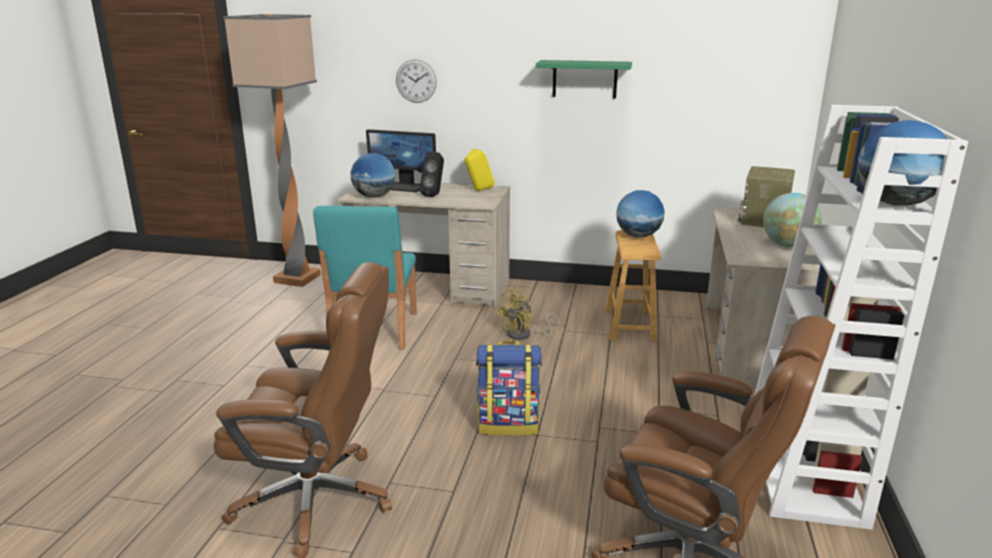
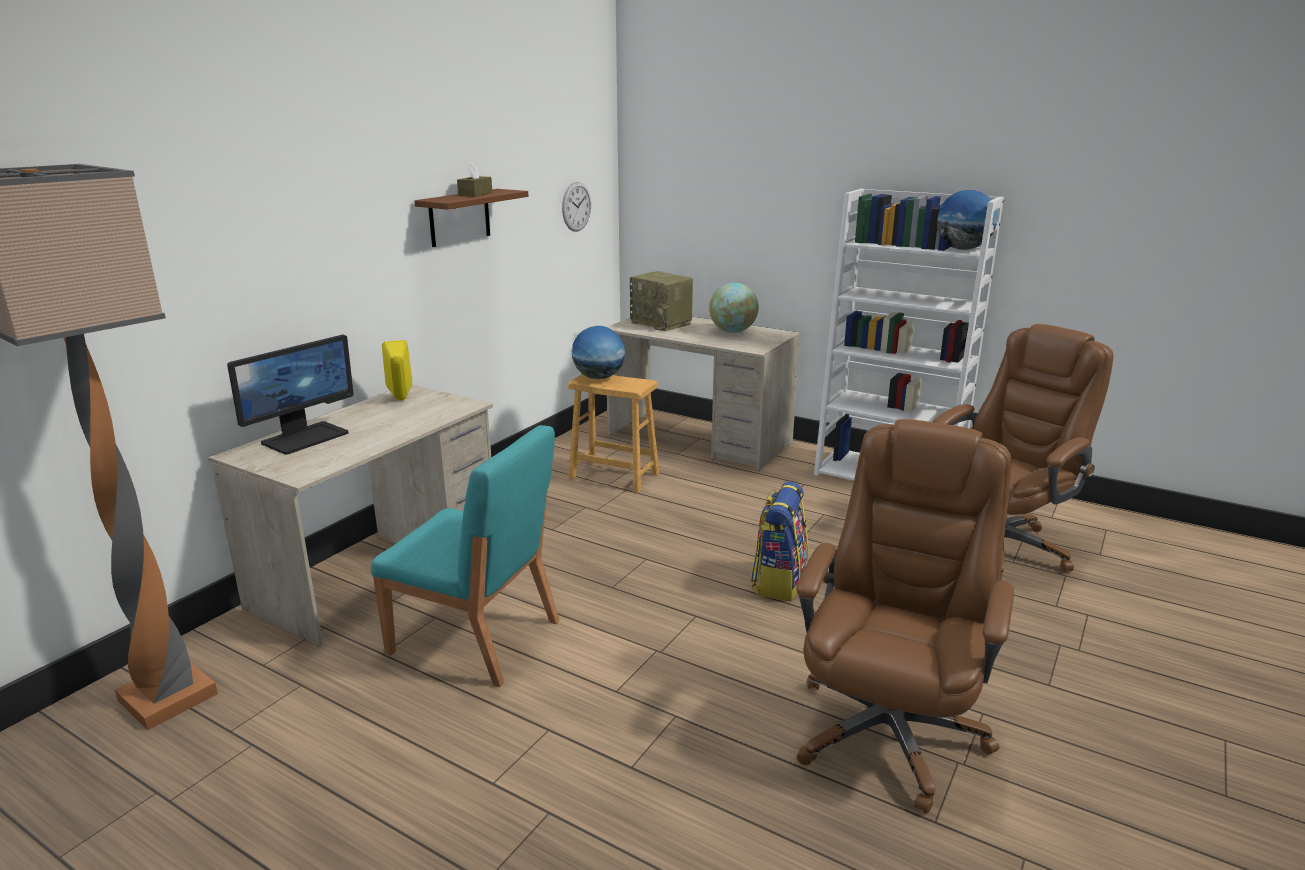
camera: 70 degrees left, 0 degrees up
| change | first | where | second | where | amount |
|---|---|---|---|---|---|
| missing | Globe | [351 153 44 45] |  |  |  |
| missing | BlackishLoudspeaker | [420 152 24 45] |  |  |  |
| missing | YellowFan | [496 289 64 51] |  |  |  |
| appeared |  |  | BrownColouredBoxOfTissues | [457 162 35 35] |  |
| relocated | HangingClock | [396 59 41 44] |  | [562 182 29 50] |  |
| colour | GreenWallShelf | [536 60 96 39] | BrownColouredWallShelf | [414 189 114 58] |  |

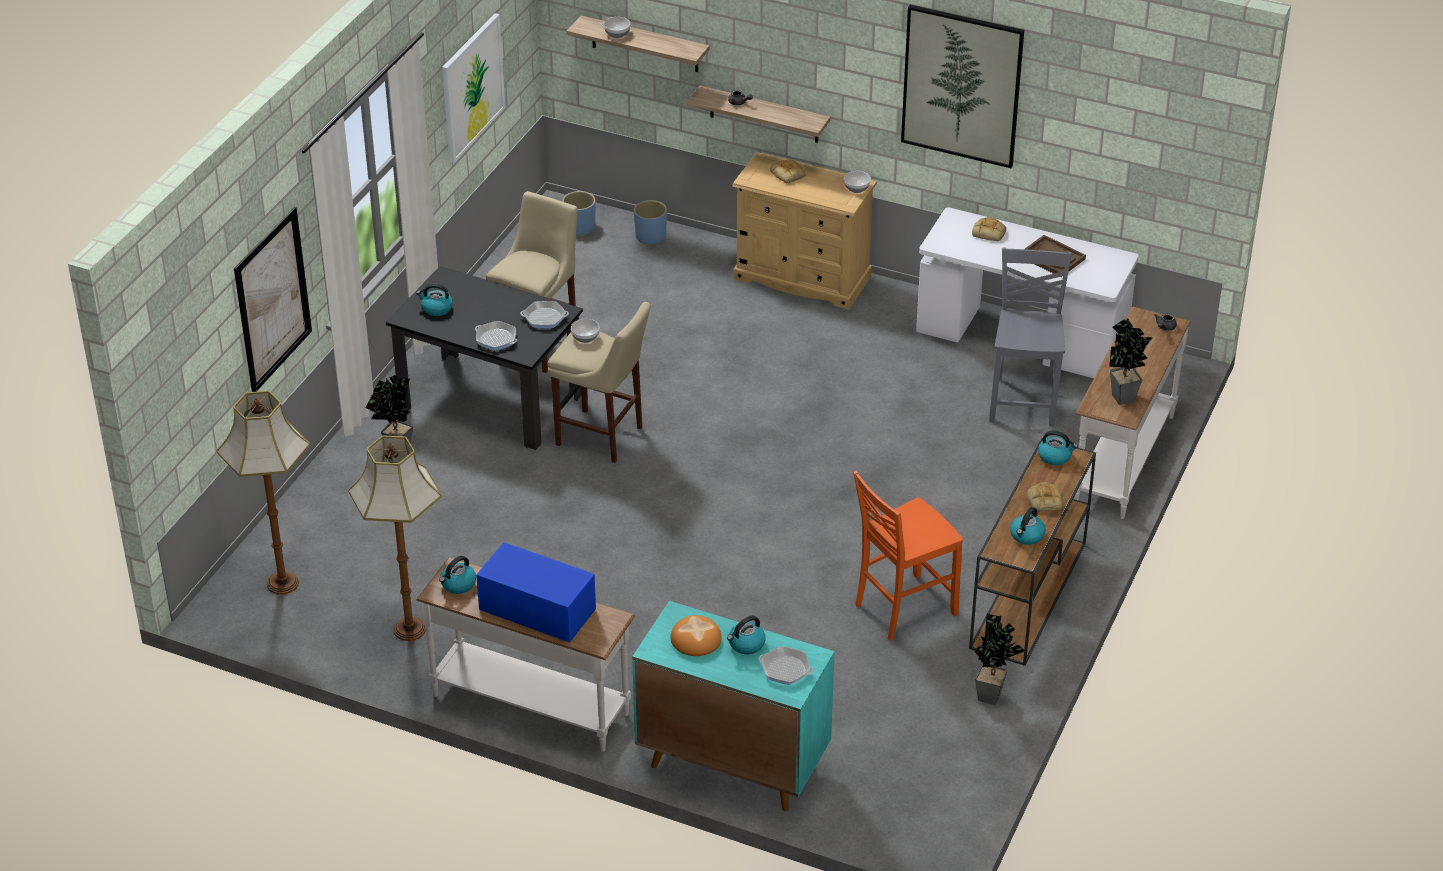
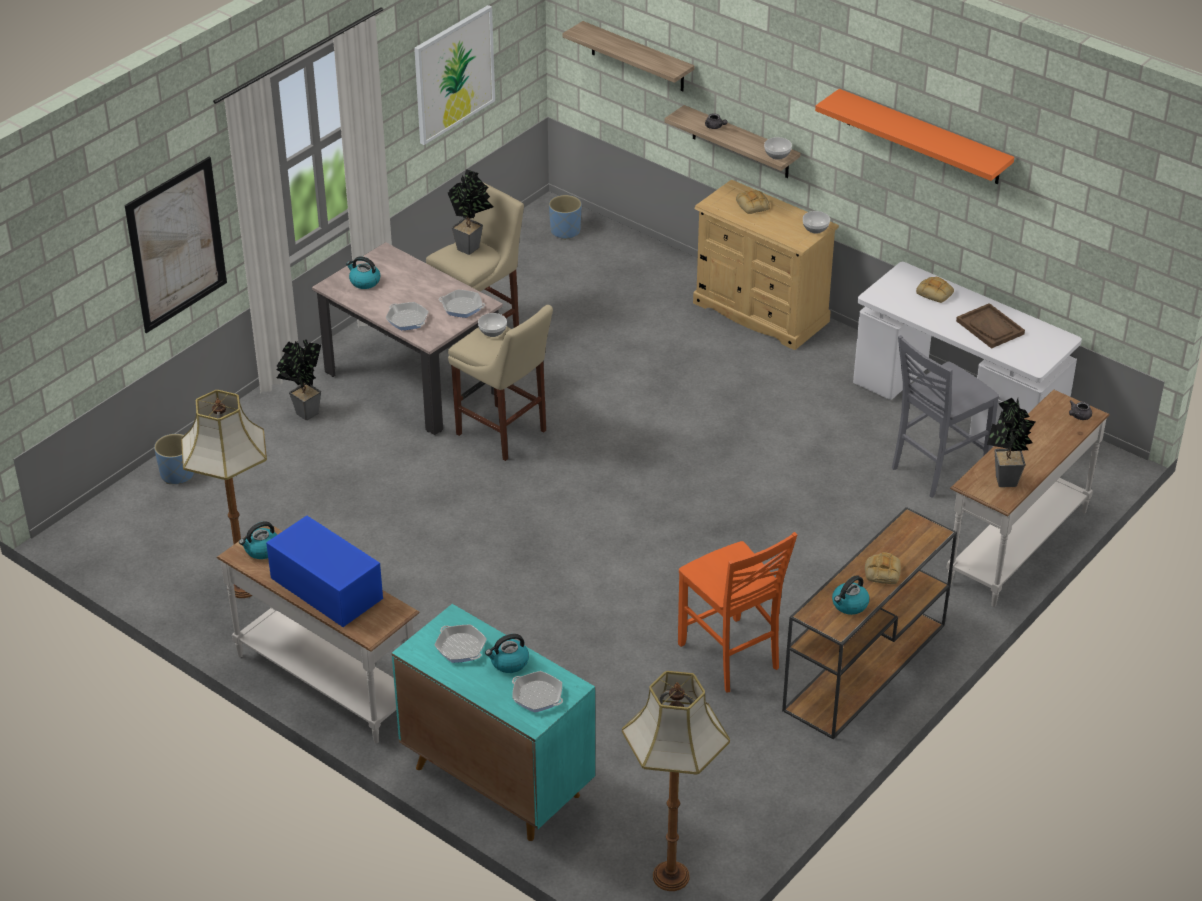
camera: 15 degrees right, 0 degrees up
| change | first | where | second | where | amount |
|---|---|---|---|---|---|
| missing | WaterKettle | [1038 431 40 34] |  |  |  |
| relocated | StandingLamp | [217 391 93 204] |  | [622 671 108 220] |  |
| relocated | Bowl | [604 17 27 21] |  | [764 137 28 23] |  |
| relocated | BluePlanter | [634 200 33 46] |  | [154 434 40 50] |  |
| relocated | Houseplant | [975 614 50 91] |  | [448 169 46 86] |  |
| exchanged | Bread | [670 615 52 41] | Skillet | [434 624 53 39] |  |
| exchanged | WallPicture | [901 5 123 163] | OrangeColouredWallShelf | [815 89 199 95] |  |
| colour | BlackishDiningTable | [386 266 197 184] | BeigeColouredDiningTable | [312 242 191 193] |  |
| spun | OrangeColouredUprightChair | [853 471 110 170] |  | [678 532 120 161] | 105 degrees counterclockwise |
| spun | GreyUprightChair | [989 247 83 179] |  | [892 335 107 163] | 150 degrees counterclockwise |

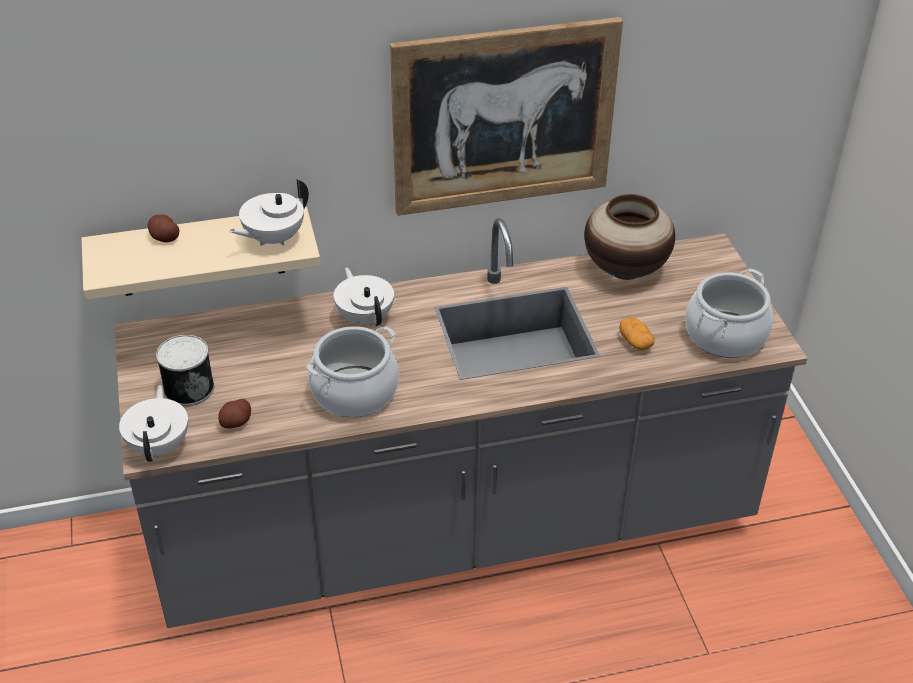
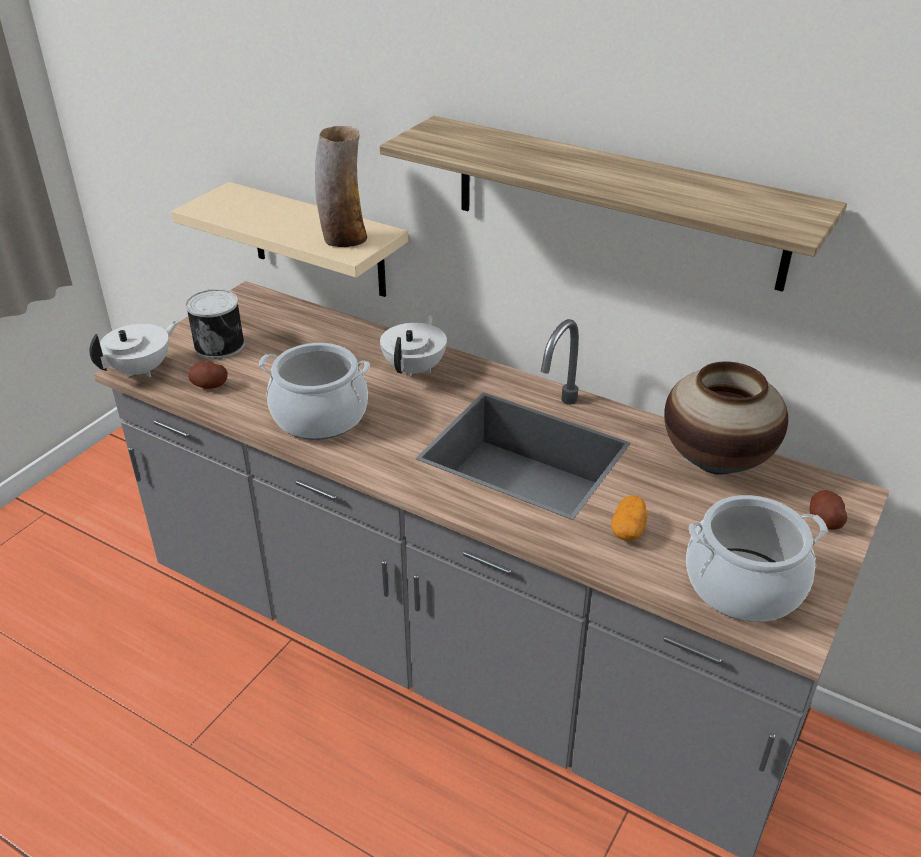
camera: 45 degrees right, 5 degrees down
| change | first | where | second | where | amount |
|---|---|---|---|---|---|
| relocated | Potato | [148 215 31 27] |  | [809 490 38 40] |  |
| exchanged | WhitishTeaPot | [229 179 80 67] | FlowerVase | [315 126 52 121] |  |
| exchanged | WallPicture | [390 17 233 199] | WallShelf | [380 116 467 176] |  |

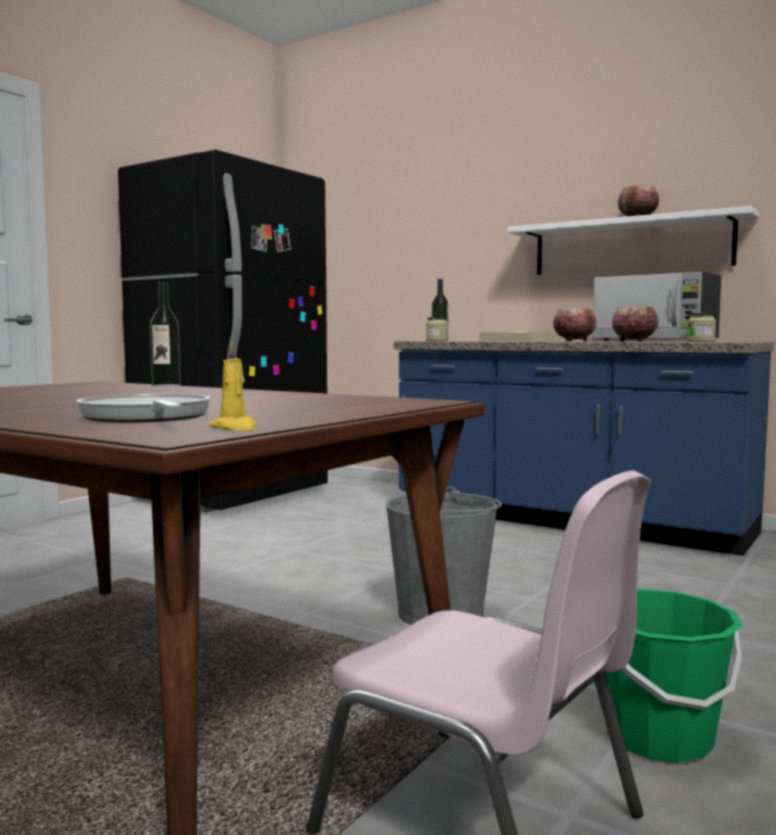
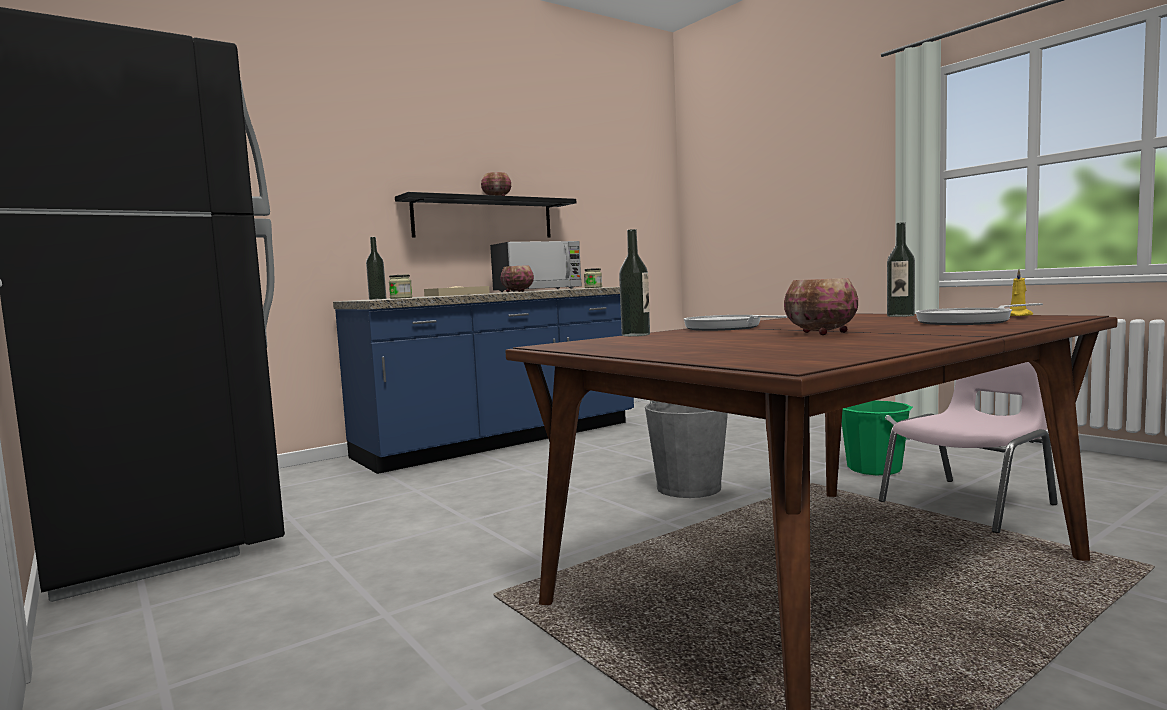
camera: 70 degrees left, 0 degrees up
| change | first | where | second | where | amount |
|---|---|---|---|---|---|
| appeared |  |  | Skillet | [683 315 104 16] |  |
| appeared |  |  | DrinkBottle | [887 222 28 95] |  |
| relocated | Bowl | [612 307 46 34] |  | [784 278 74 57] |  |
| colour | WhitishWallShelf | [507 206 252 69] | BlackishWallShelf | [395 192 181 46] |  |

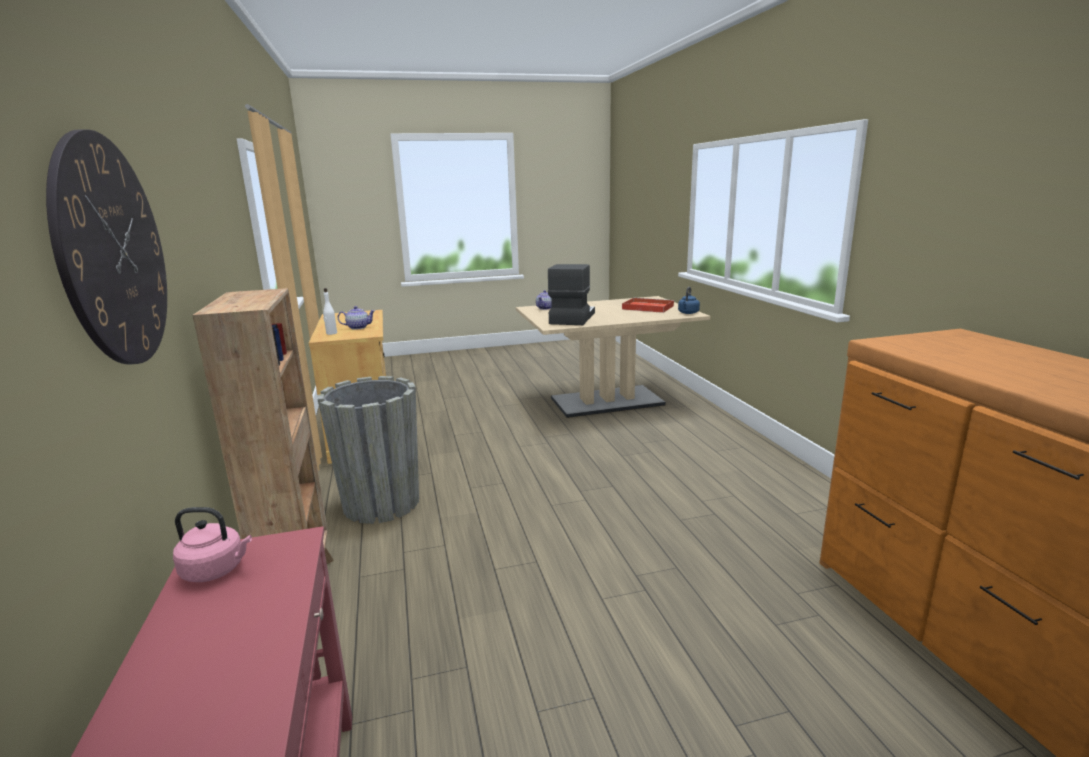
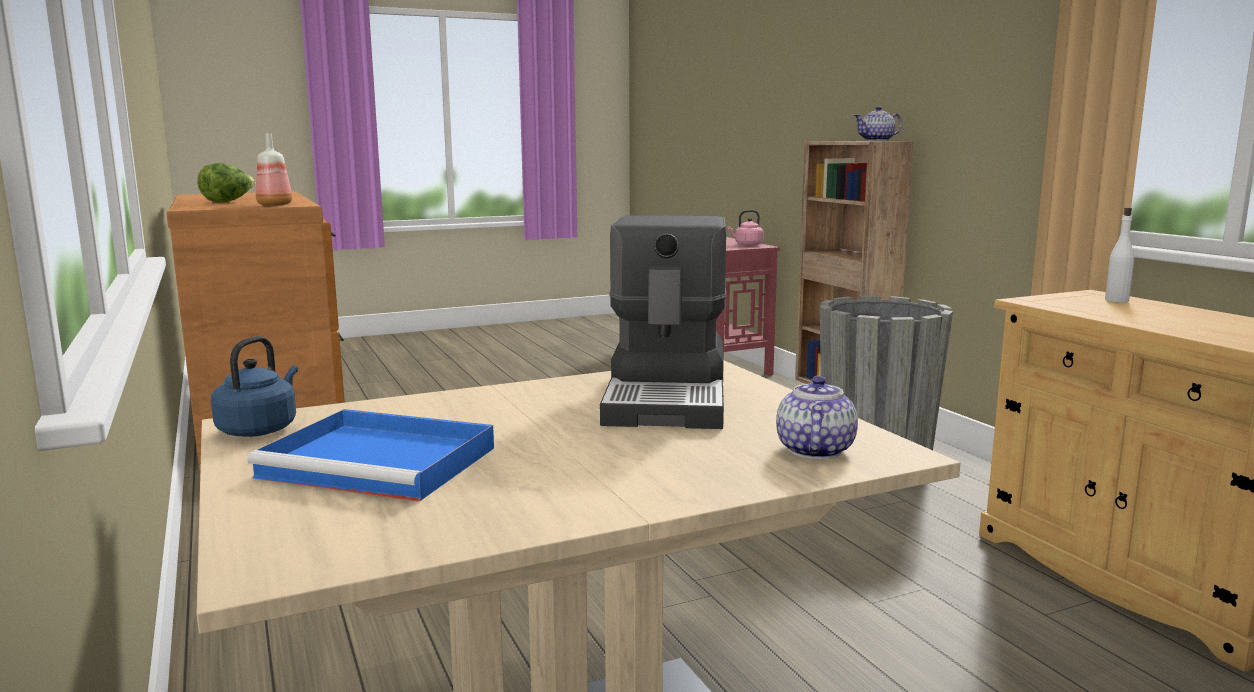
camera: 170 degrees right, 5 degrees down
| change | first | where | second | where | amount |
|---|---|---|---|---|---|
| missing | HangingClock | [46 129 121 235] |  |  |  |
| appeared |  |  | Lettuce | [197 163 58 39] |  |
| appeared |  |  | DrinkBottle | [256 133 36 73] |  |
| relocated | TeaPot | [338 306 37 24] |  | [854 107 48 34] |  |
| colour | ReddishServingTray | [622 298 52 15] | BlueServingTray | [247 409 247 93] |  |

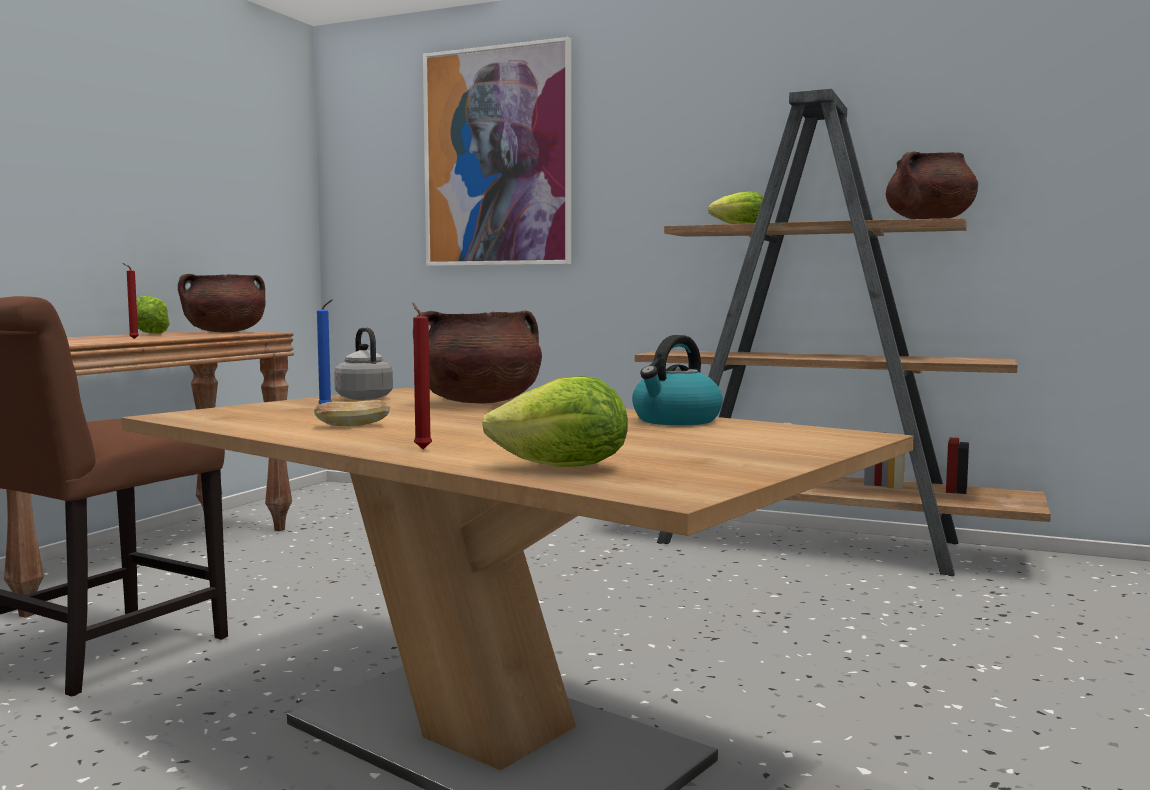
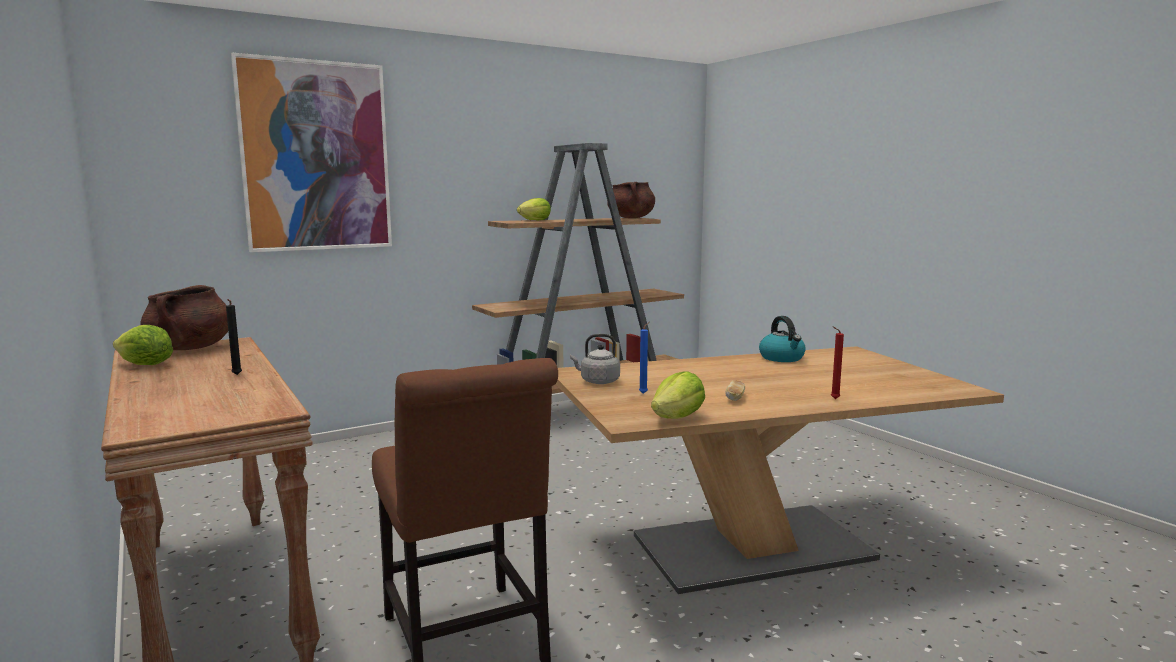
camera: 55 degrees left, 5 degrees up
| change | first | where | second | where | amount |
|---|---|---|---|---|---|
| missing | BrownColouredCookingPot | [413 310 129 94] |  |  |  |
| relocated | Lettuce | [482 376 146 91] |  | [651 371 54 48] |  |
| colour | ReddishWaxCandle | [122 263 17 76] | BlackishWaxCandle | [226 299 16 76] |  |

